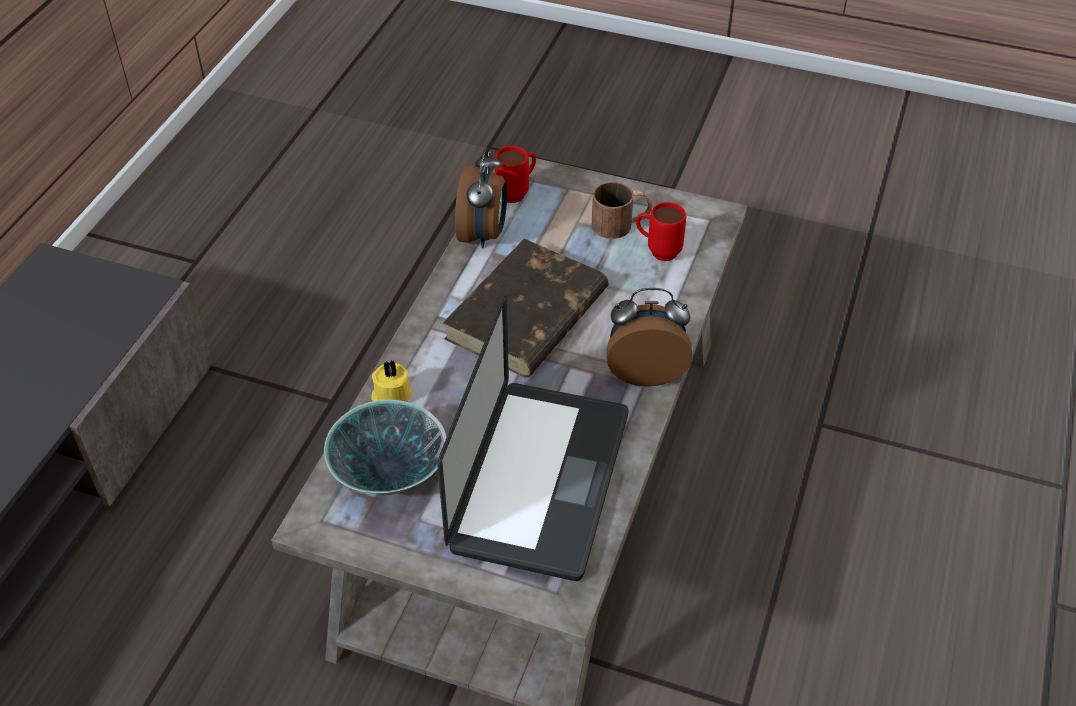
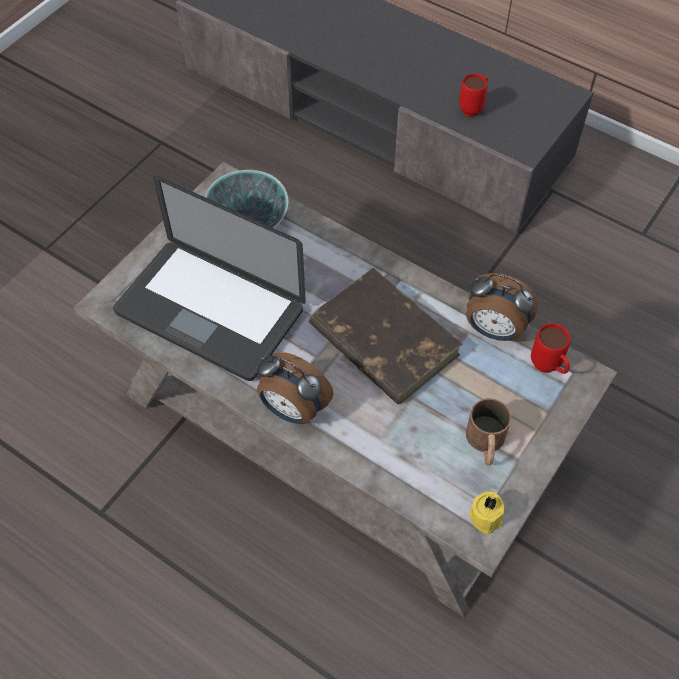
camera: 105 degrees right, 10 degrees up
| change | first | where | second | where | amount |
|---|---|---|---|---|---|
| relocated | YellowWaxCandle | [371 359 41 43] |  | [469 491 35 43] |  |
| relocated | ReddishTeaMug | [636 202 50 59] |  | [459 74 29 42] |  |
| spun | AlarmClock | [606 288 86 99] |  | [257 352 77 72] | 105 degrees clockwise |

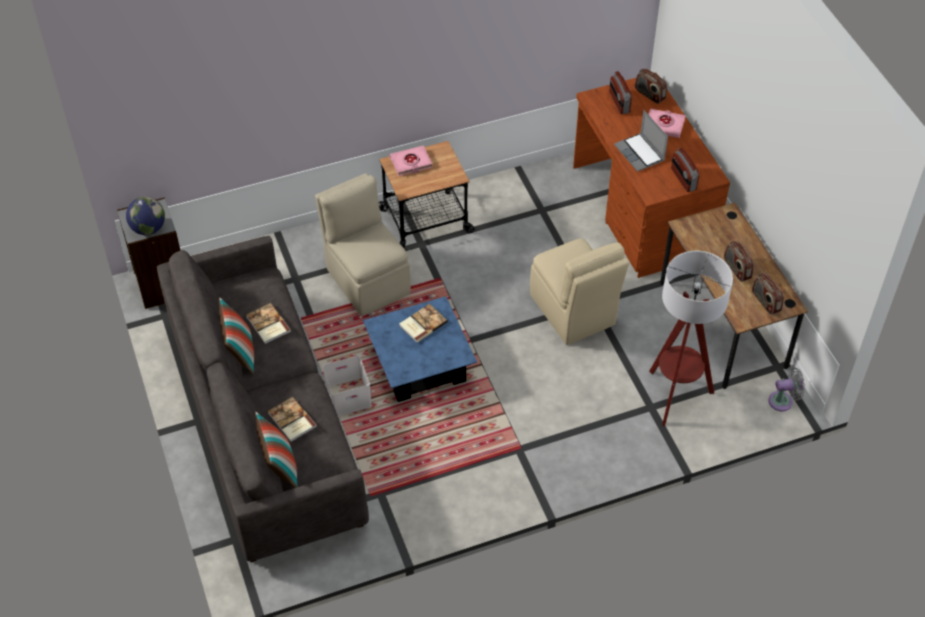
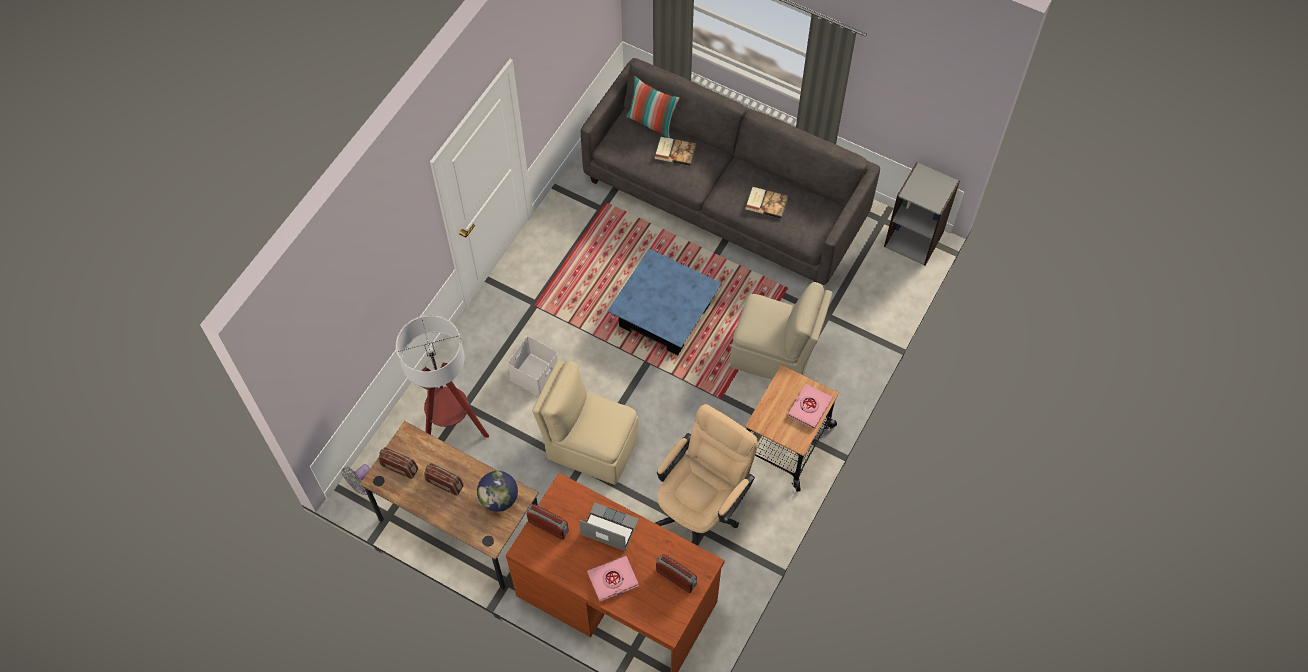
camera: 140 degrees right, 10 degrees up
| change | first | where | second | where | amount |
|---|---|---|---|---|---|
| missing | ThrowPillow | [219 297 35 77] |  |  |  |
| missing | BoundBook | [399 304 49 39] |  |  |  |
| missing | RadioReceiver | [635 68 32 36] |  |  |  |
| appeared |  |  | BeigeColouredDeskChair | [655 404 103 142] |  |
| relocated | Globe | [126 197 39 38] |  | [477 471 41 41] |  |
| relocated | WhitishStorageBox | [322 356 50 61] |  | [508 336 50 60] |  |

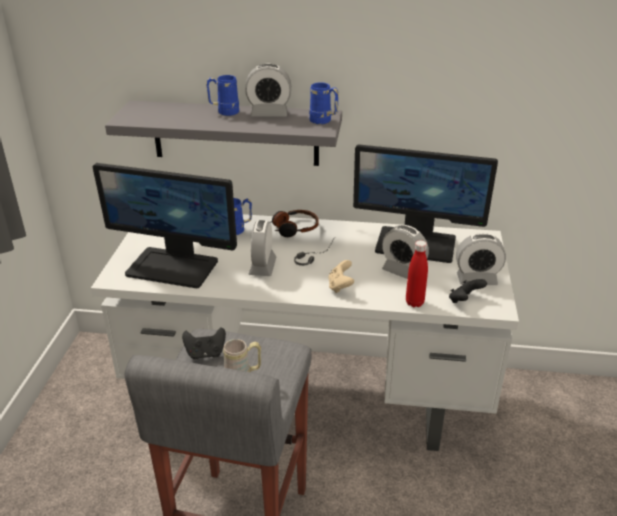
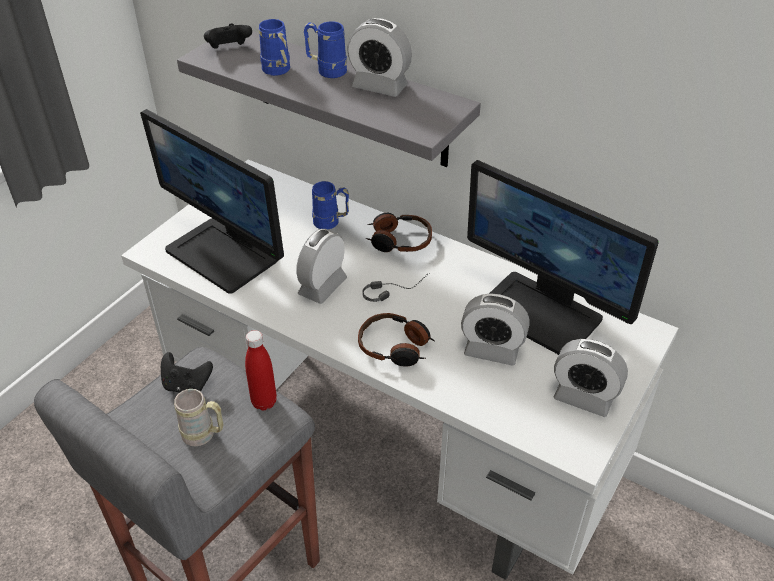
camera: 25 degrees right, 10 degrees up
| change | first | where | second | where | amount |
|---|---|---|---|---|---|
| relocated | BlueTeaMug | [309 82 30 42] |  | [259 19 31 57] |  |
| relocated | ReddishDrinkBottle | [406 240 22 67] |  | [245 330 32 80] |  |
| relocated | BlackishJoypad | [449 279 38 24] |  | [204 23 48 26] |  |
| exchanged | BeigeColouredJoypad | [328 260 26 33] | Headphones | [358 313 77 54] |  |
| spun | AlarmClock | [382 225 47 54] |  | [461 293 69 73] | 45 degrees counterclockwise |

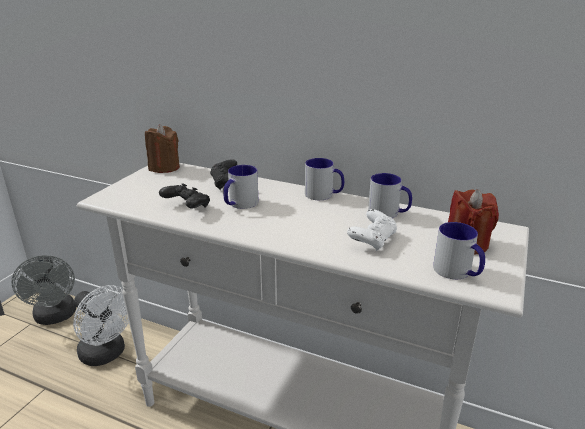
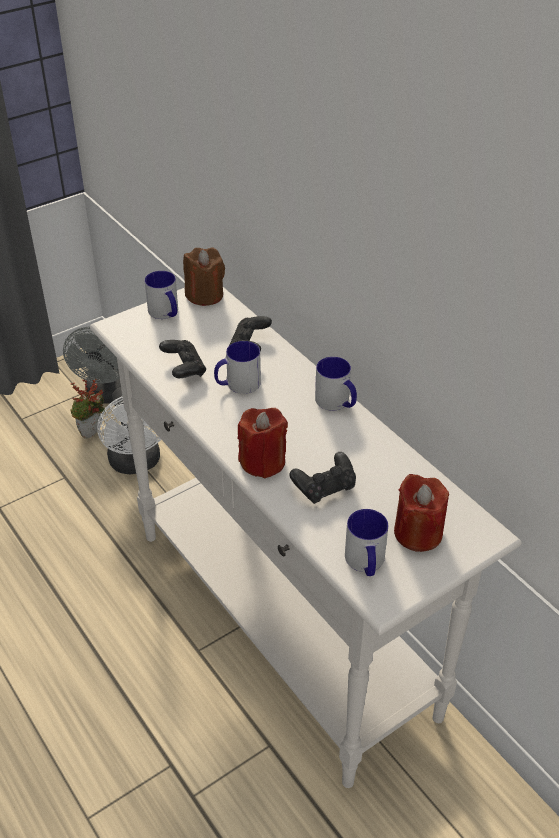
camera: 30 degrees right, 15 degrees up
| change | first | where | second | where | amount |
|---|---|---|---|---|---|
| appeared |  |  | Houseplant | [70 379 36 60] |  |
| appeared |  |  | ReddishWaxCandle | [238 408 50 70] |  |
| relocated | TeaMug | [368 173 44 45] |  | [144 271 34 48] |  |
| colour | WhitishJoypad | [347 209 50 42] | BlackishJoypad | [289 452 67 52] |  |

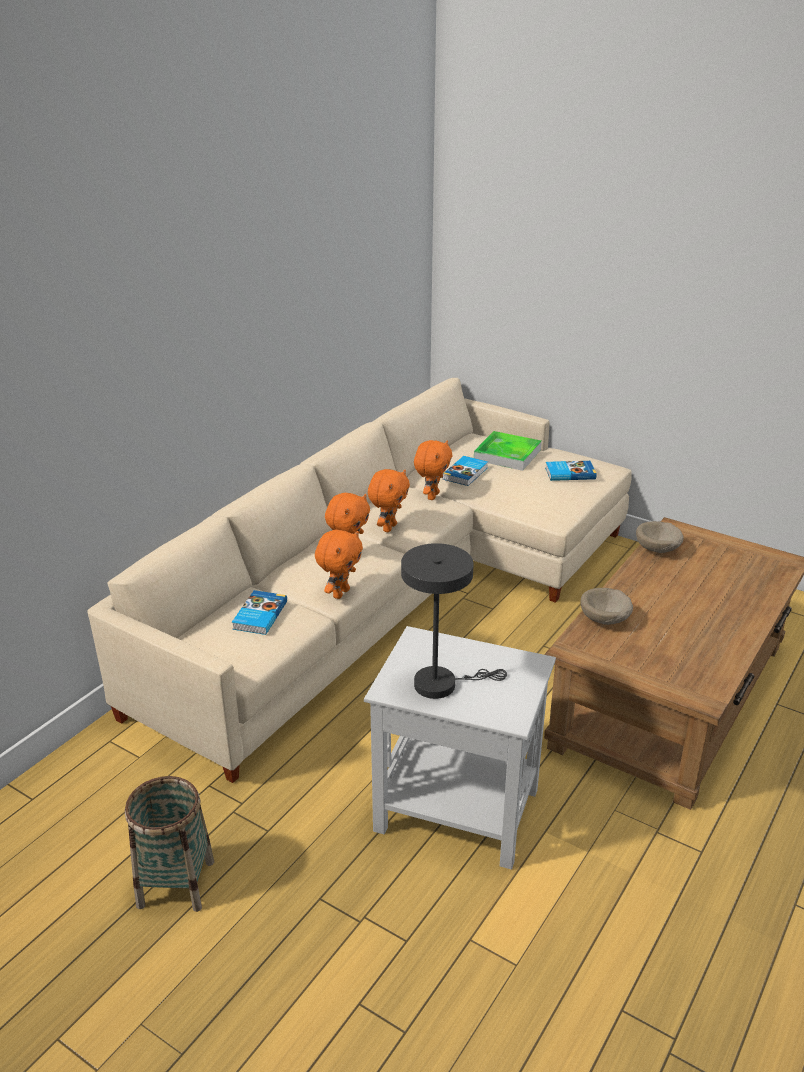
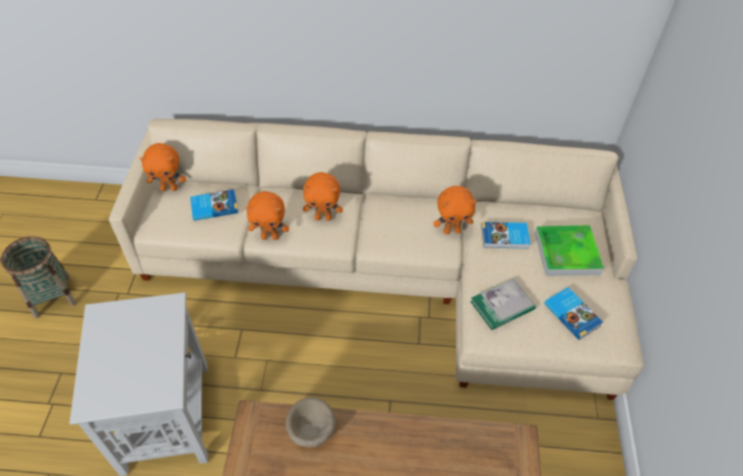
camera: 60 degrees right, 20 degrees up
| change | first | where | second | where | amount |
|---|---|---|---|---|---|
| missing | GreyLampForATable | [401 543 106 156] |  |  |  |
| missing | BeigeColouredBowl | [636 521 48 32] |  |  |  |
| appeared |  |  | BoundBook | [470 279 66 51] |  |
| relocated | OrangeColouredSoftToy | [368 469 42 63] |  | [139 143 47 48] |  |

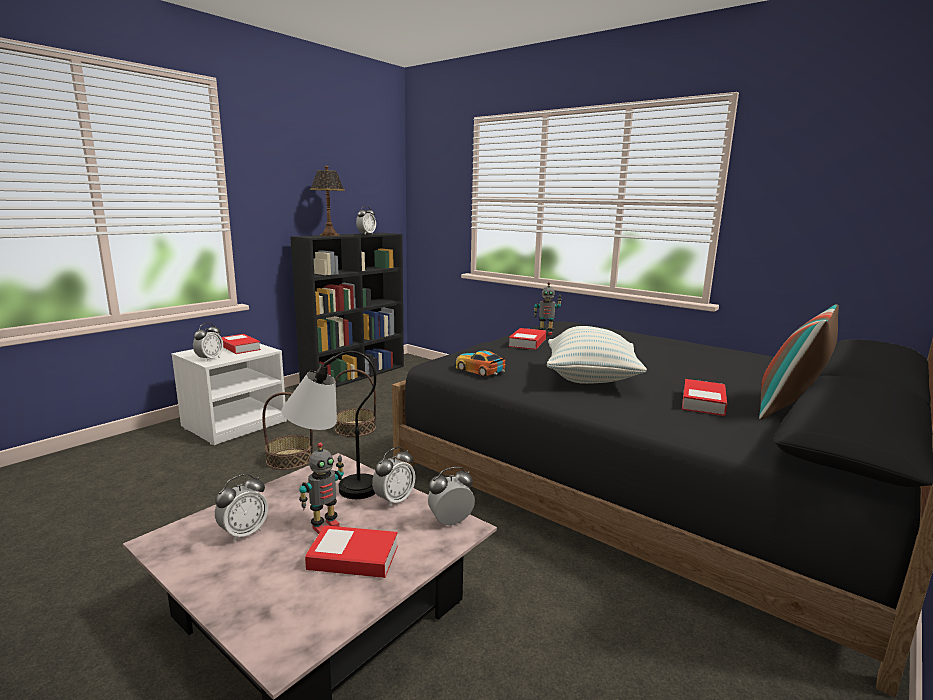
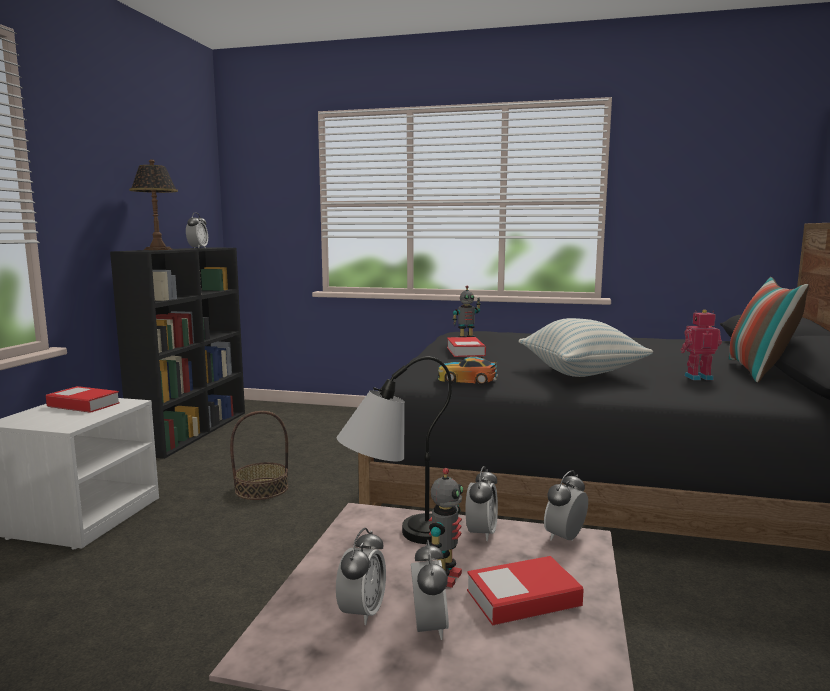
camera: 25 degrees left, 5 degrees down
| change | first | where | second | where | amount |
|---|---|---|---|---|---|
| missing | StorageBasket | [262 392 51 78] |  |  |  |
| relocated | AlarmClock | [193 323 30 38] |  | [411 540 38 100] |  |
| exchanged | BoundBook | [682 379 45 37] | RobotFigure | [681 310 41 70] |  |

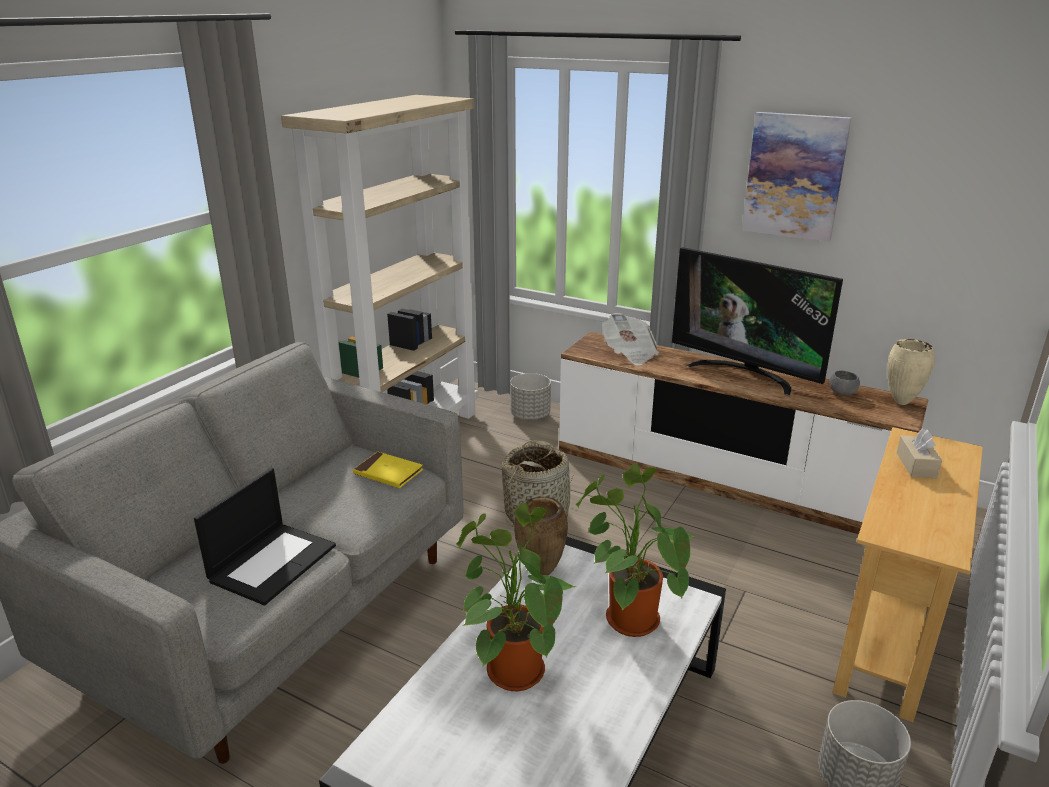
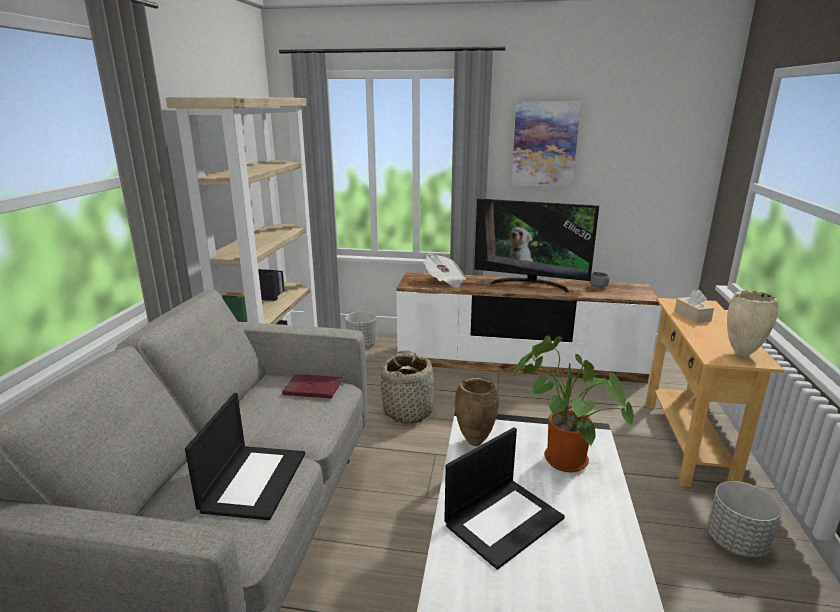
camera: 20 degrees left, 5 degrees down
| change | first | where | second | where | amount |
|---|---|---|---|---|---|
| relocated | BeigeColouredFlowerVase | [887 339 48 66] |  | [727 291 52 66] |  |
| exchanged | Houseplant | [456 503 119 188] | NotebookComputer | [444 427 121 143] |  |
| colour | YellowBoundBook | [353 452 70 36] | ReddishBoundBook | [282 374 60 25] |  |

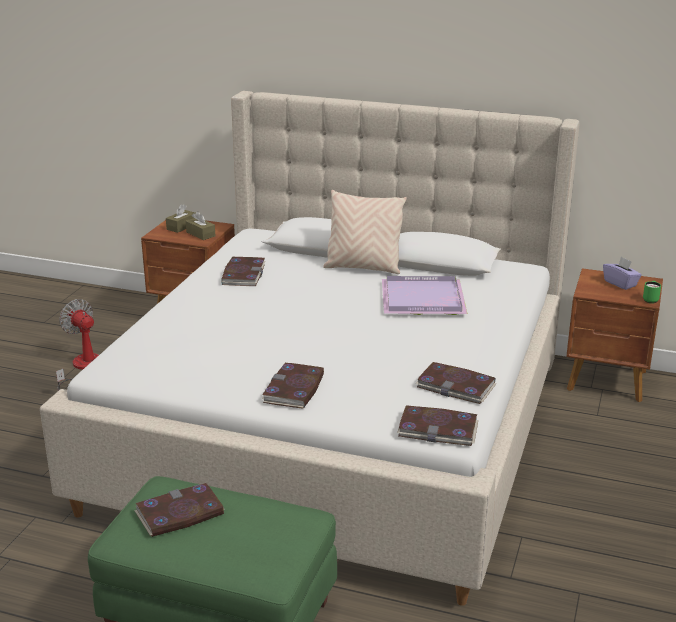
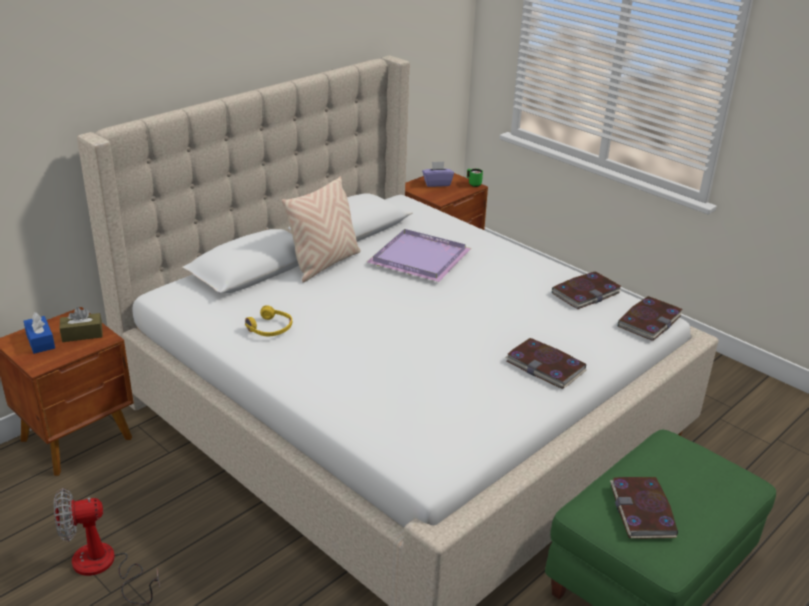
camera: 65 degrees left, 5 degrees up
| change | first | where | second | where | amount |
|---|---|---|---|---|---|
| exchanged | BoundBook | [221 257 44 29] | YellowHeadphones | [245 305 47 31] |  |
| colour | BrownColouredBoxOfTissues | [166 204 29 29] | BlueBoxOfTissues | [23 312 32 42] |  |

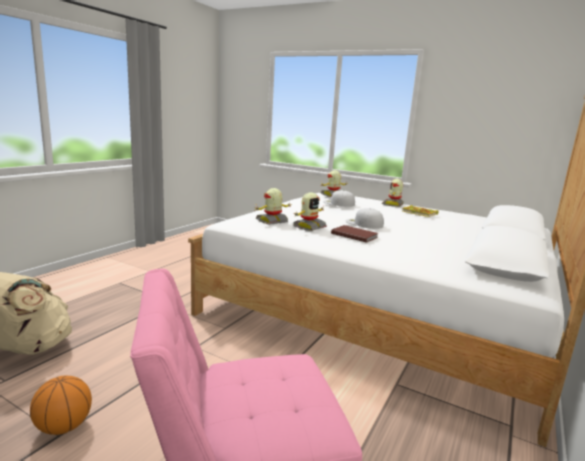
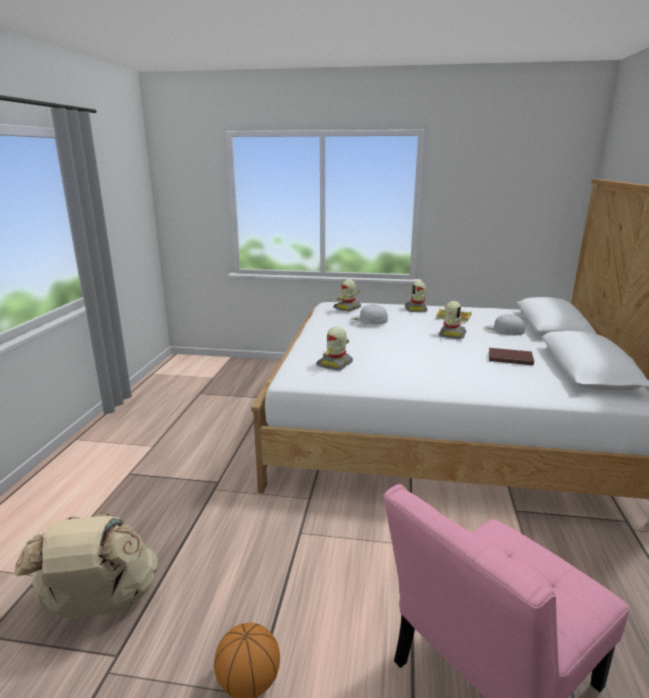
camera: 20 degrees left, 5 degrees up
| change | first | where | second | where | amount |
|---|---|---|---|---|---|
| relocated | RobotFigure | [293 192 34 39] |  | [439 301 27 38] |  |
| relocated | BrownColouredBoundBook | [331 225 47 18] |  | [489 348 45 17] |  |
| relocated | WhitishCap | [346 208 38 21] |  | [483 314 42 21] |  |

